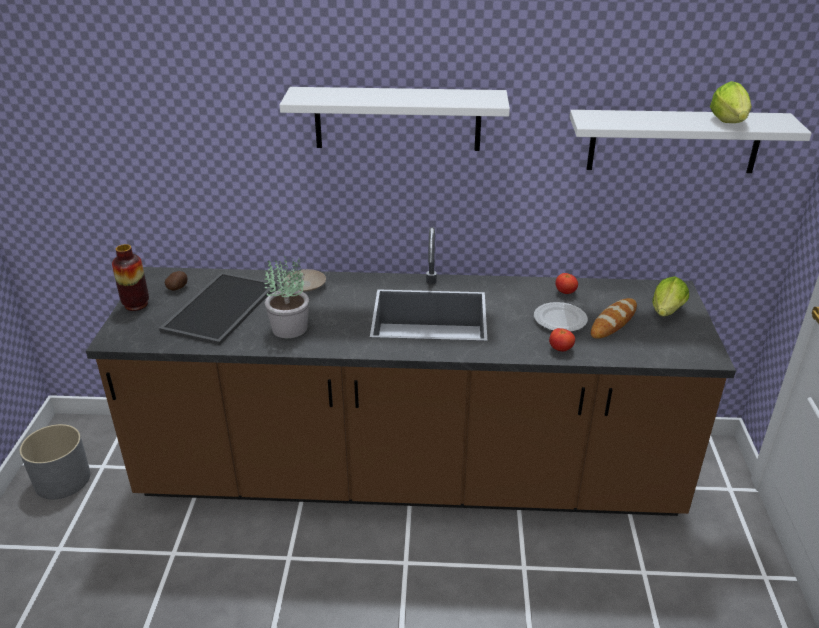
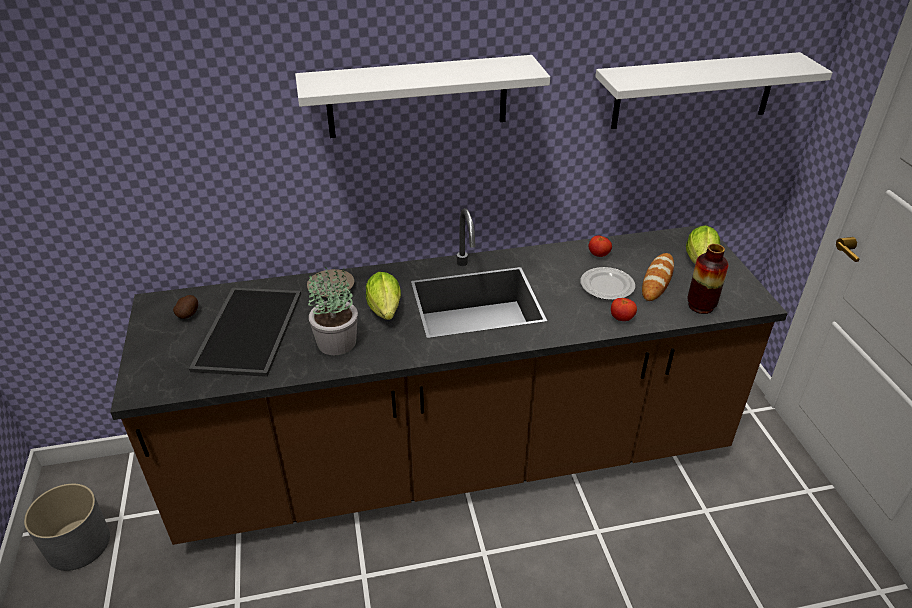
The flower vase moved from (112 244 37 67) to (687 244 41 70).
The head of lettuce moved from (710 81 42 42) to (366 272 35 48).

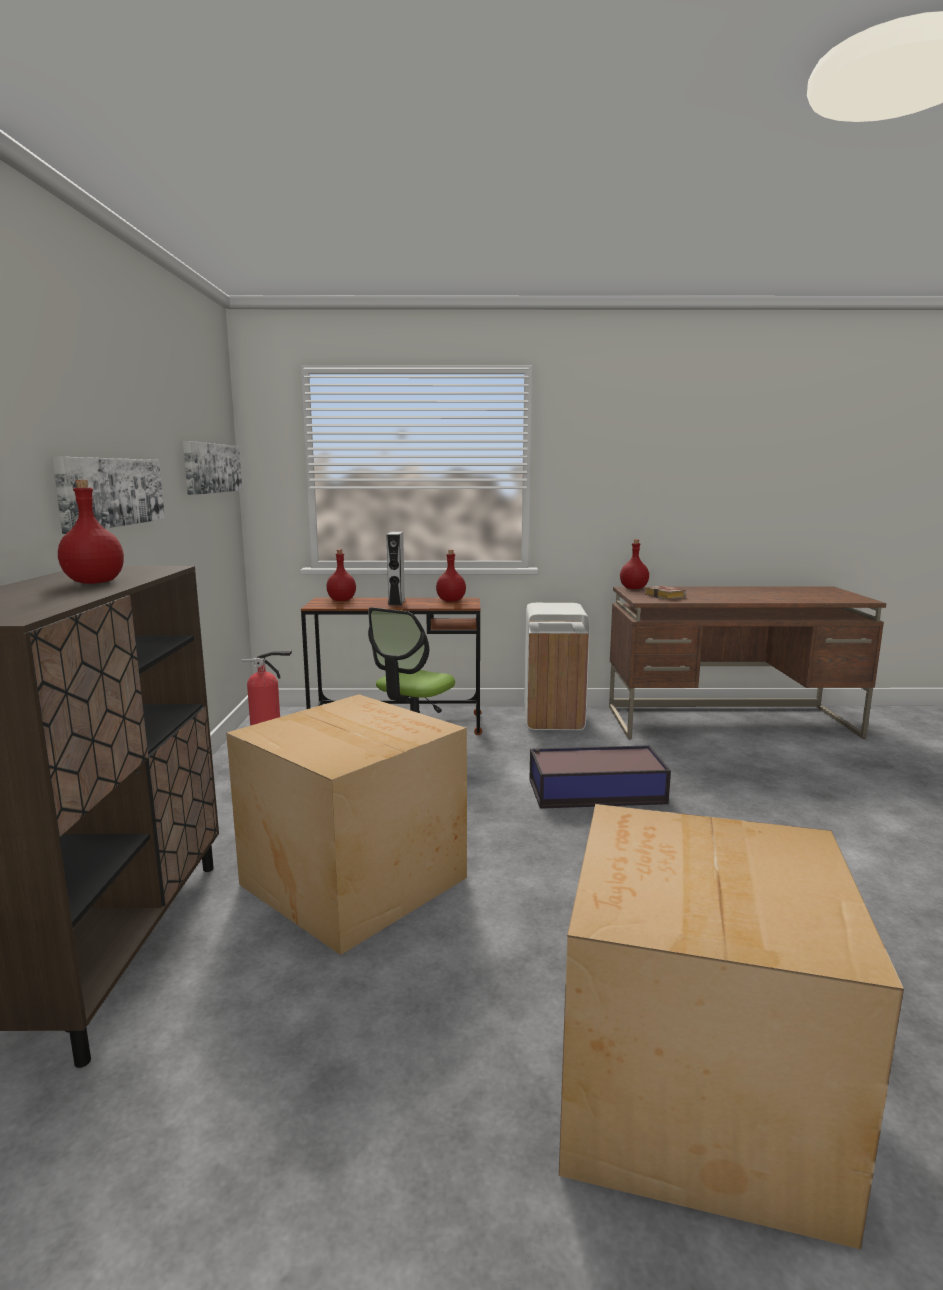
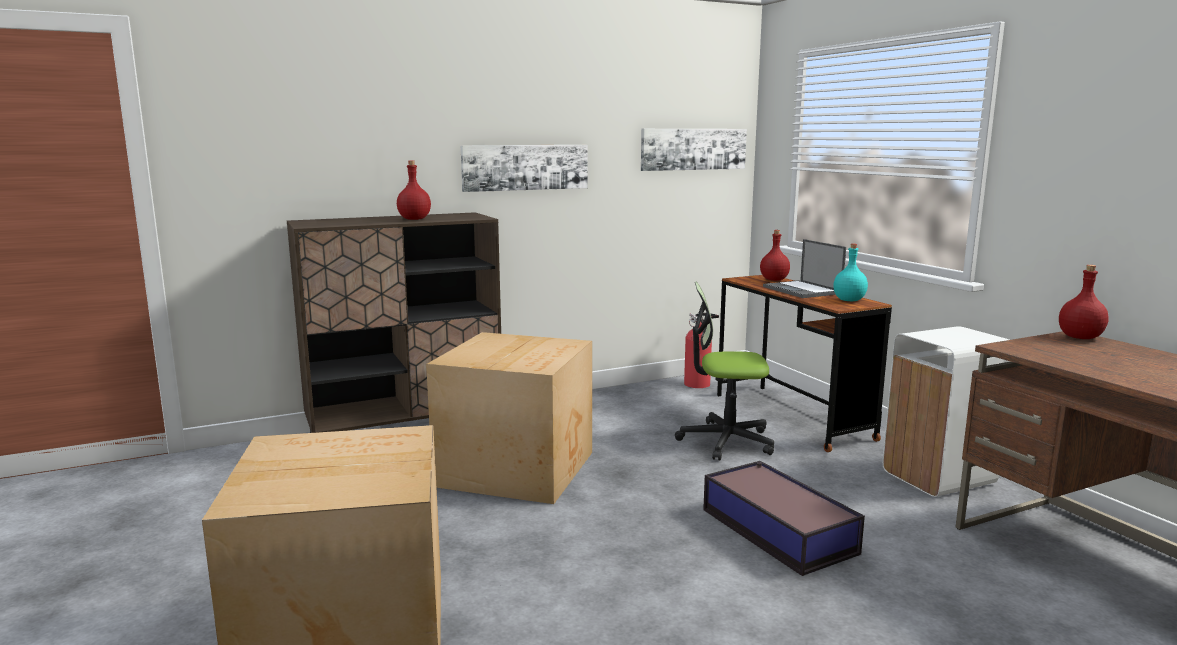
The bound book at (645 586 41 13) disappeared.
The gray speaker at (386 532 19 73) was replaced by the notebook computer at (763 239 83 59).
The reddish drink bottle at (436 550 30 52) became the turquoise-coloured drink bottle at (833 244 35 57).

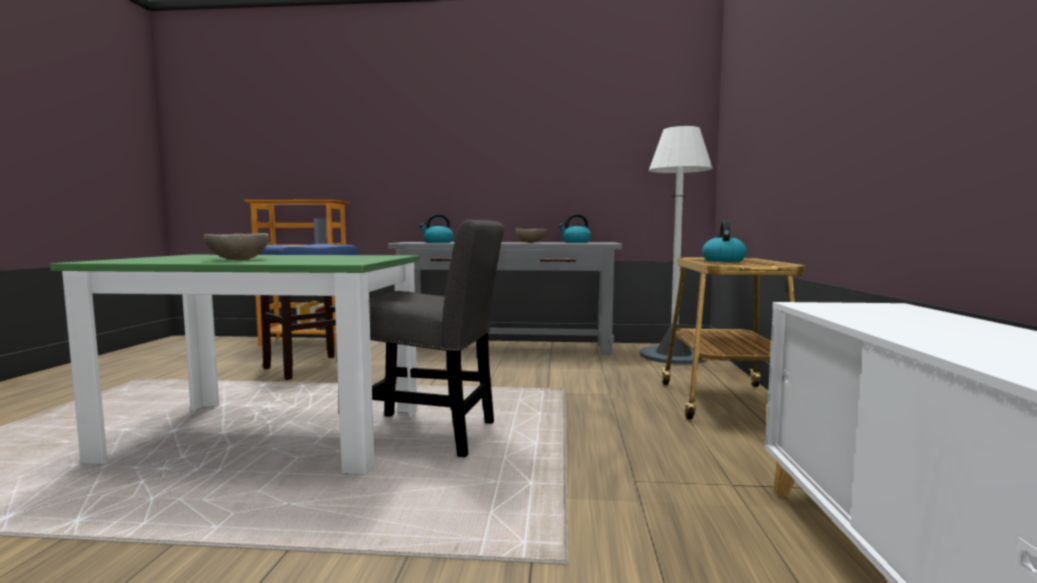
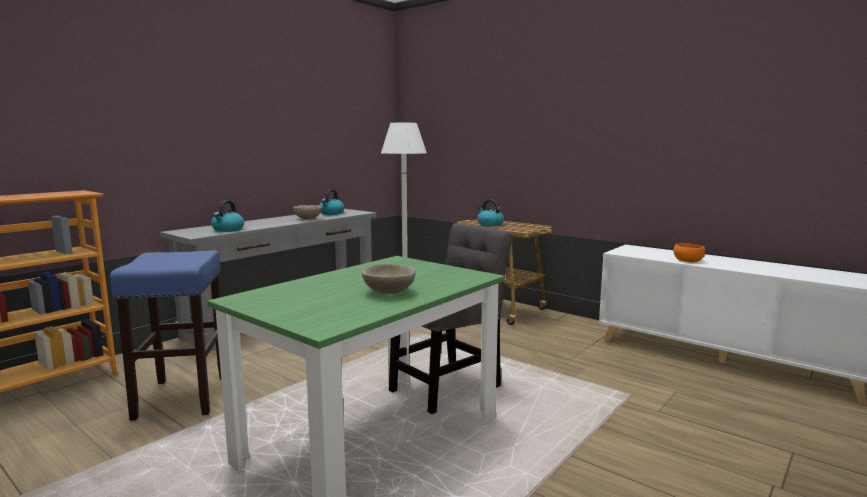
The orange-coloured serving bowl at (673 243 32 20) appeared.

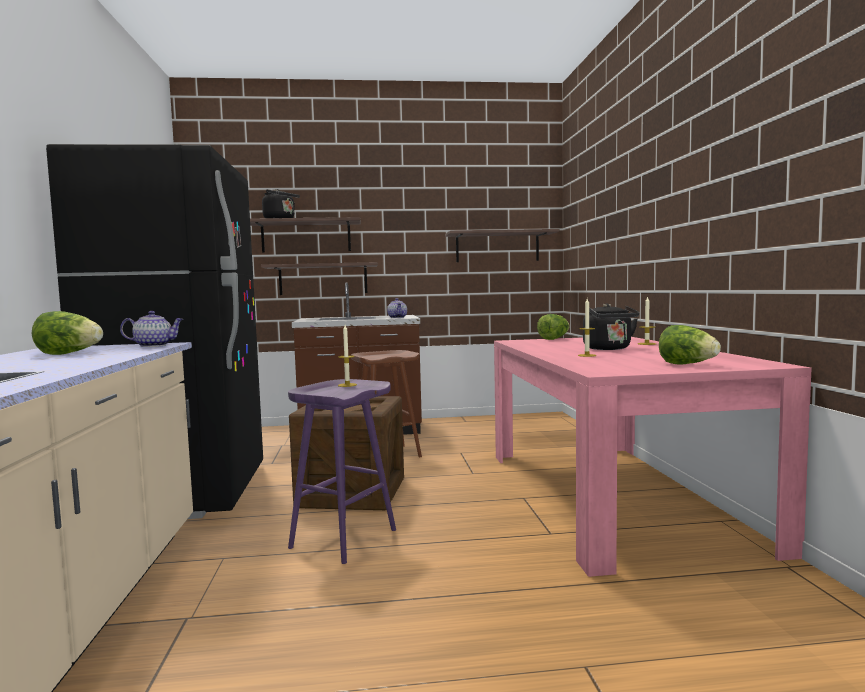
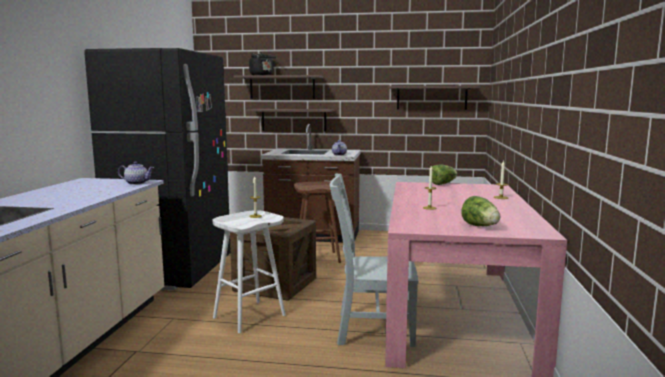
The head of lettuce at (32 311 71 44) disappeared.
The black-coloured water kettle at (583 303 57 47) disappeared.
The gray chair at (329 174 90 173) appeared.
The purple sitting stool at (288 379 108 185) became the whitish sitting stool at (213 210 73 123).

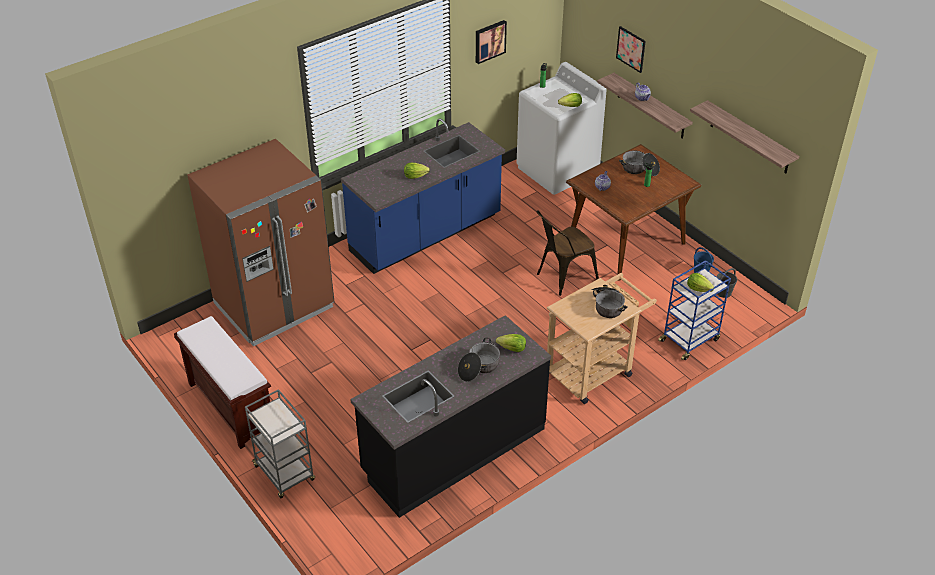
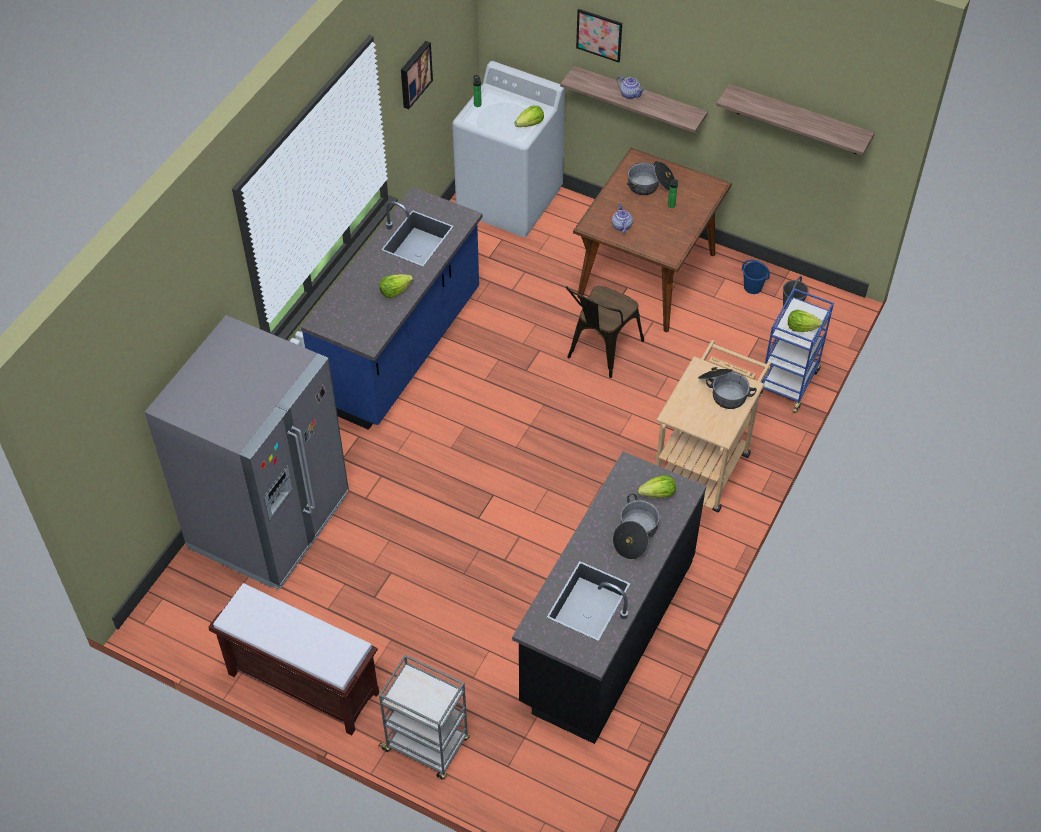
The brownish fridge at (187 139 147 208) became the gray fridge at (145 315 204 275).

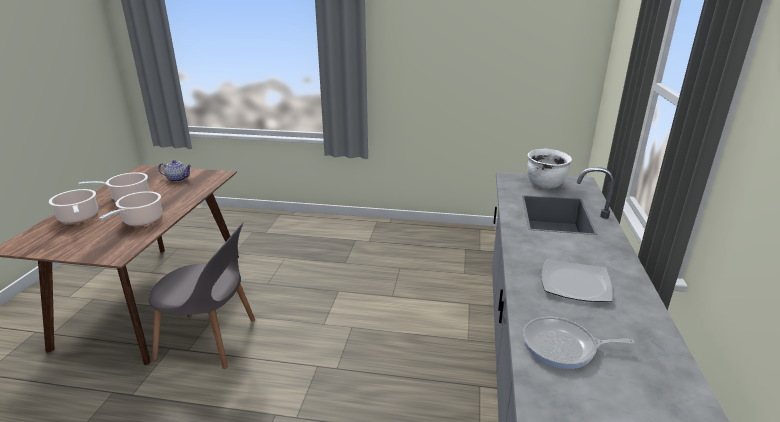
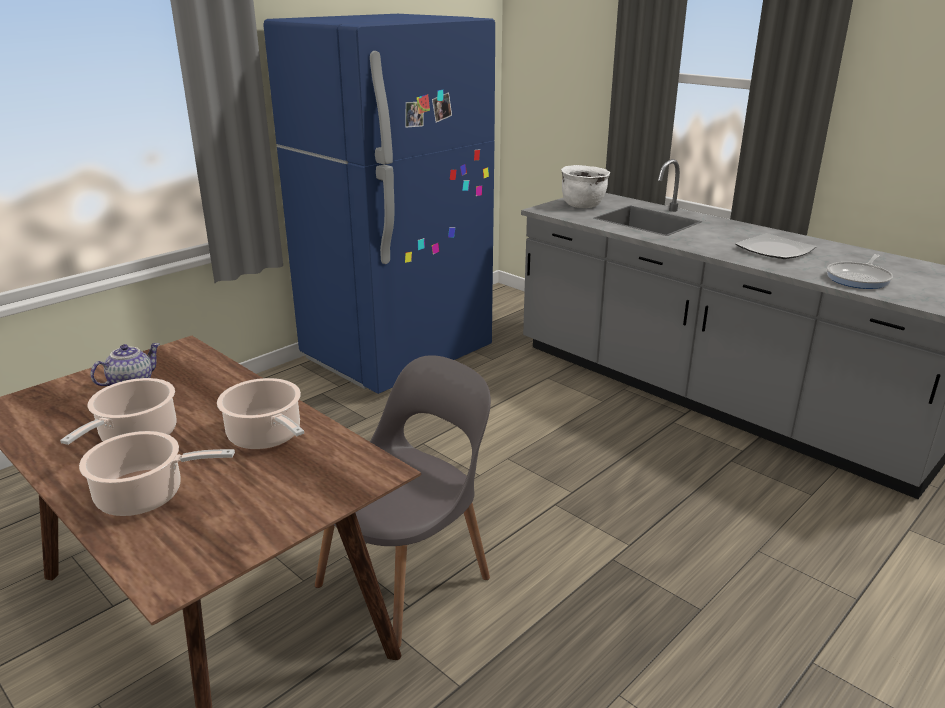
The bluish fridge at (263 14 232 380) appeared.

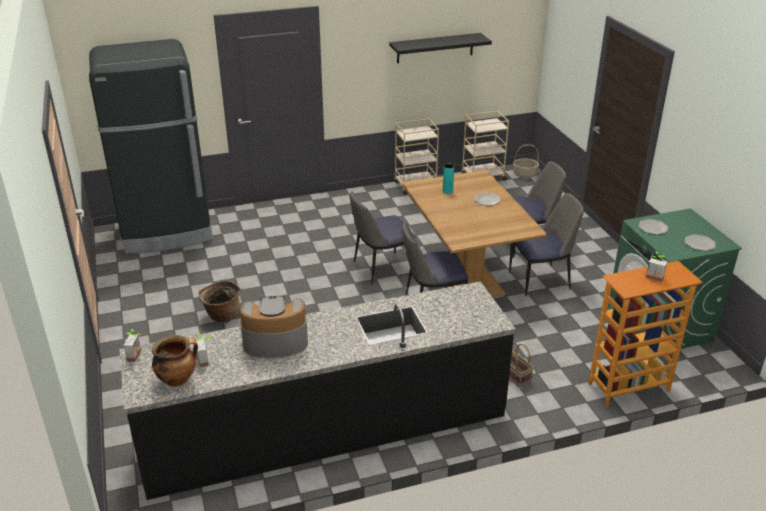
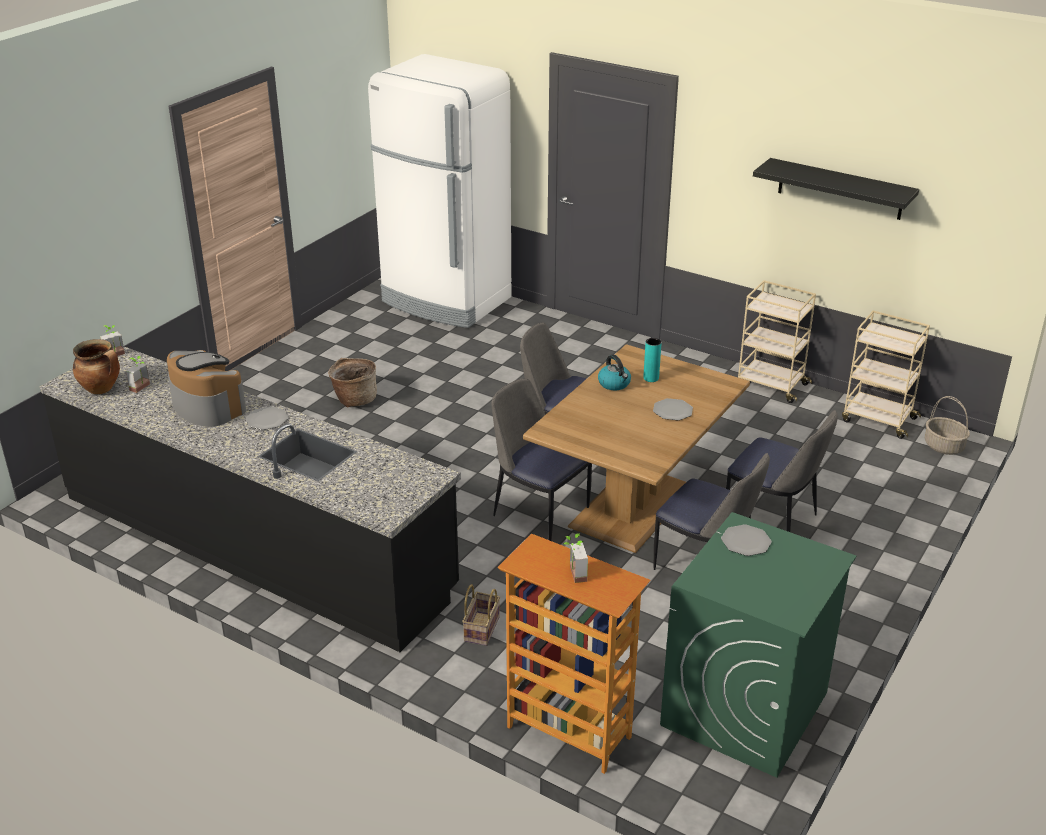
The water kettle at (598 355 33 35) appeared.
The flat dish moved from (685 234 31 17) to (246 407 42 23).
The black-coloured fridge at (89 39 124 214) became the whitish fridge at (368 54 143 274).

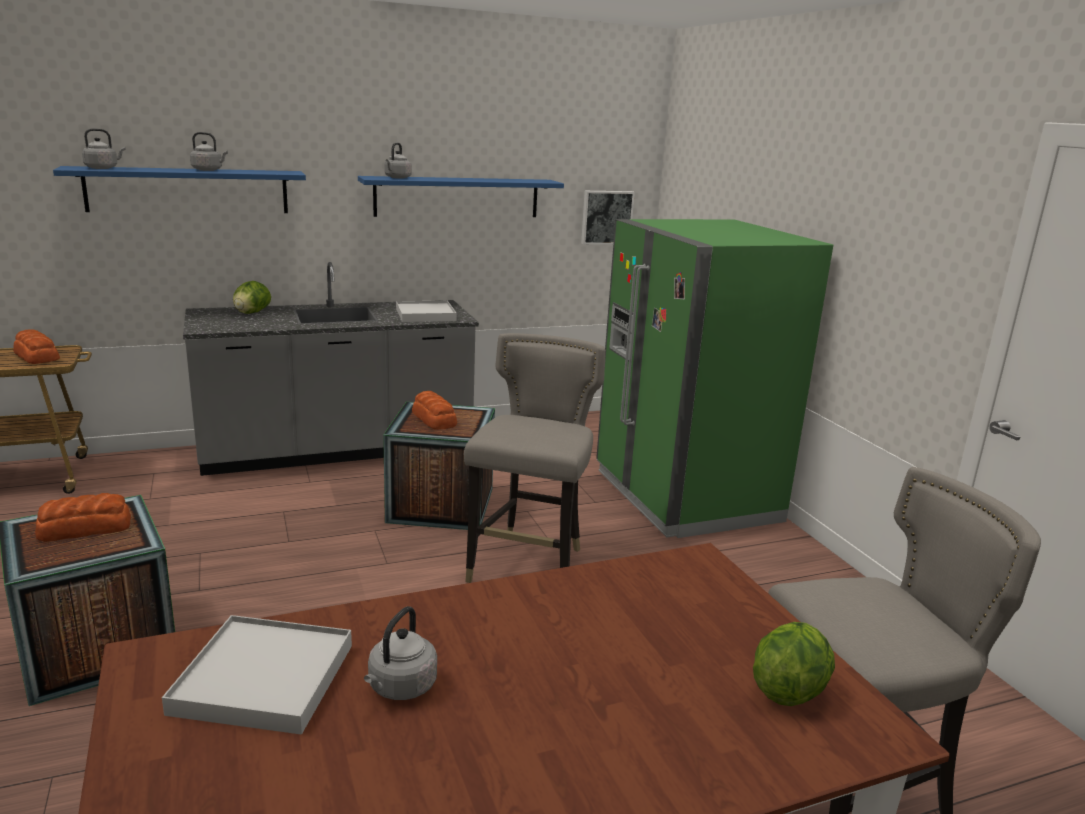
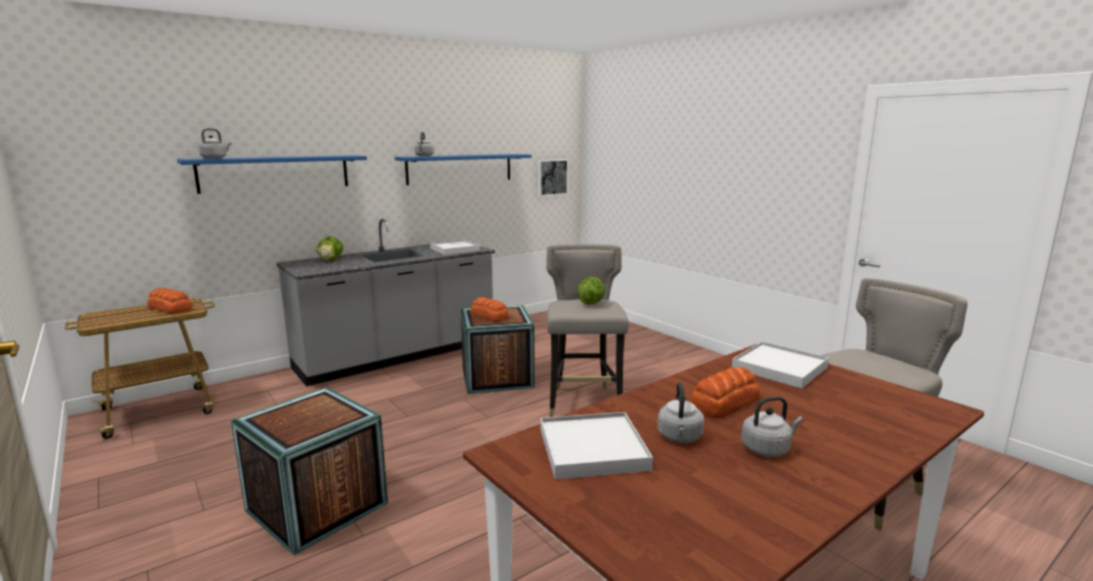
The green fridge at (596 219 237 319) disappeared.
The whitish tray at (732 341 97 48) appeared.
The bakery bread moved from (35 493 96 49) to (690 367 70 51).
The gray water kettle moved from (190 132 38 39) to (741 396 62 61).
The head of lettuce moved from (753 622 82 84) to (578 277 27 28).

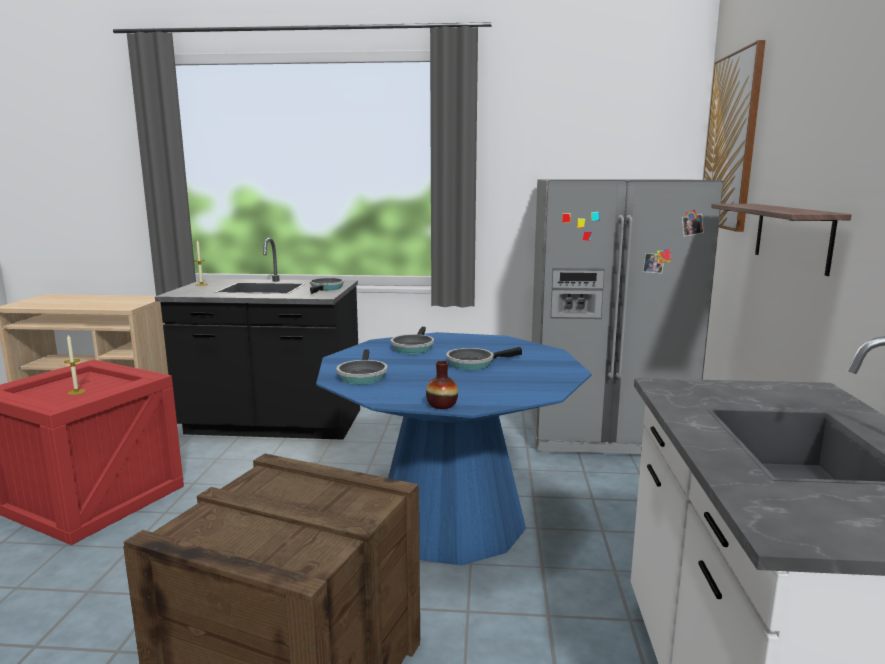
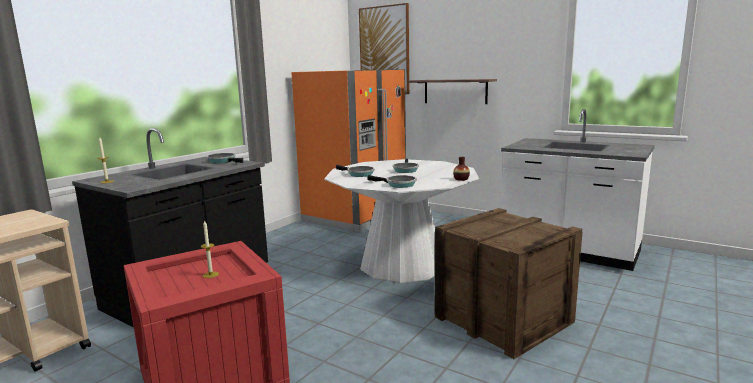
The bluish dinner table at (316 332 276 233) became the whitish dinner table at (324 159 155 124).
The gray fridge at (530 179 193 275) became the orange-coloured fridge at (291 69 115 163).

